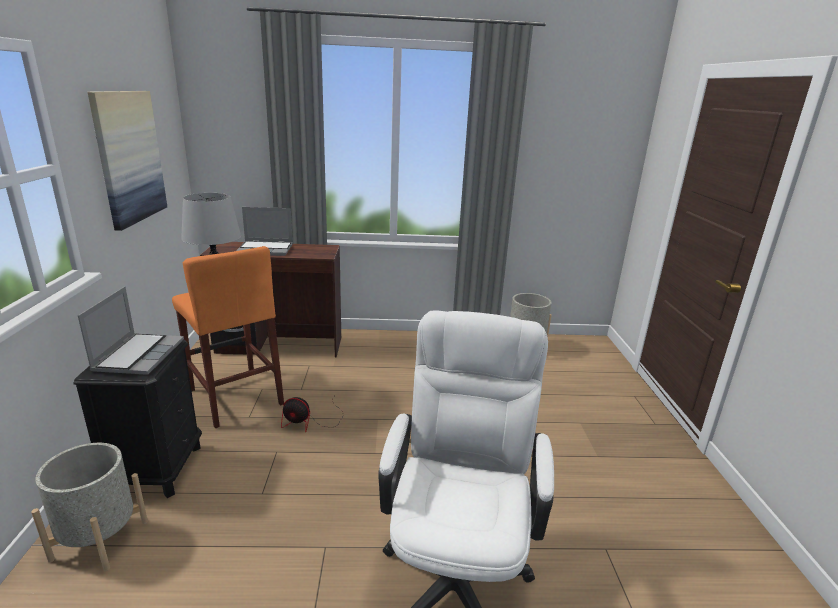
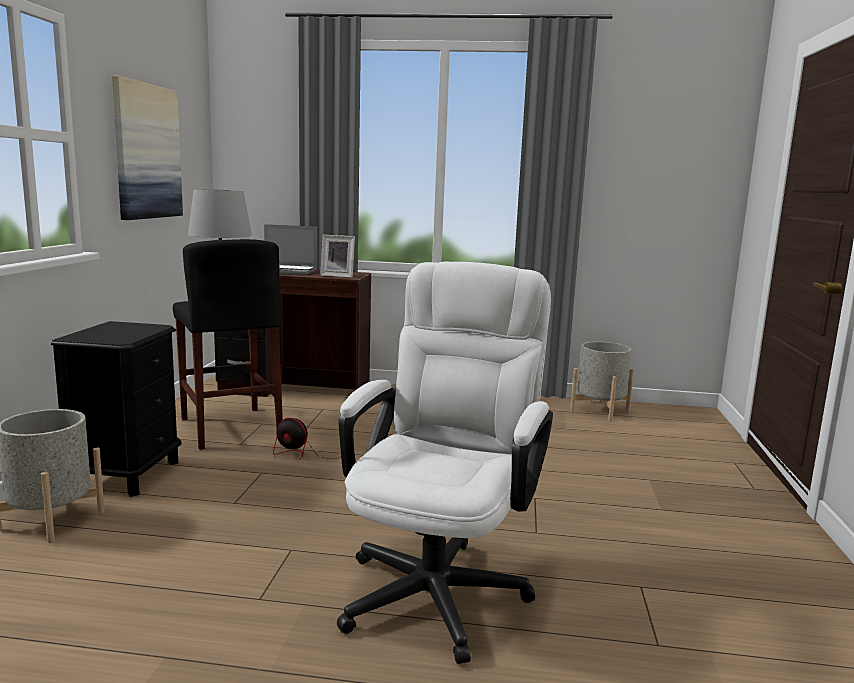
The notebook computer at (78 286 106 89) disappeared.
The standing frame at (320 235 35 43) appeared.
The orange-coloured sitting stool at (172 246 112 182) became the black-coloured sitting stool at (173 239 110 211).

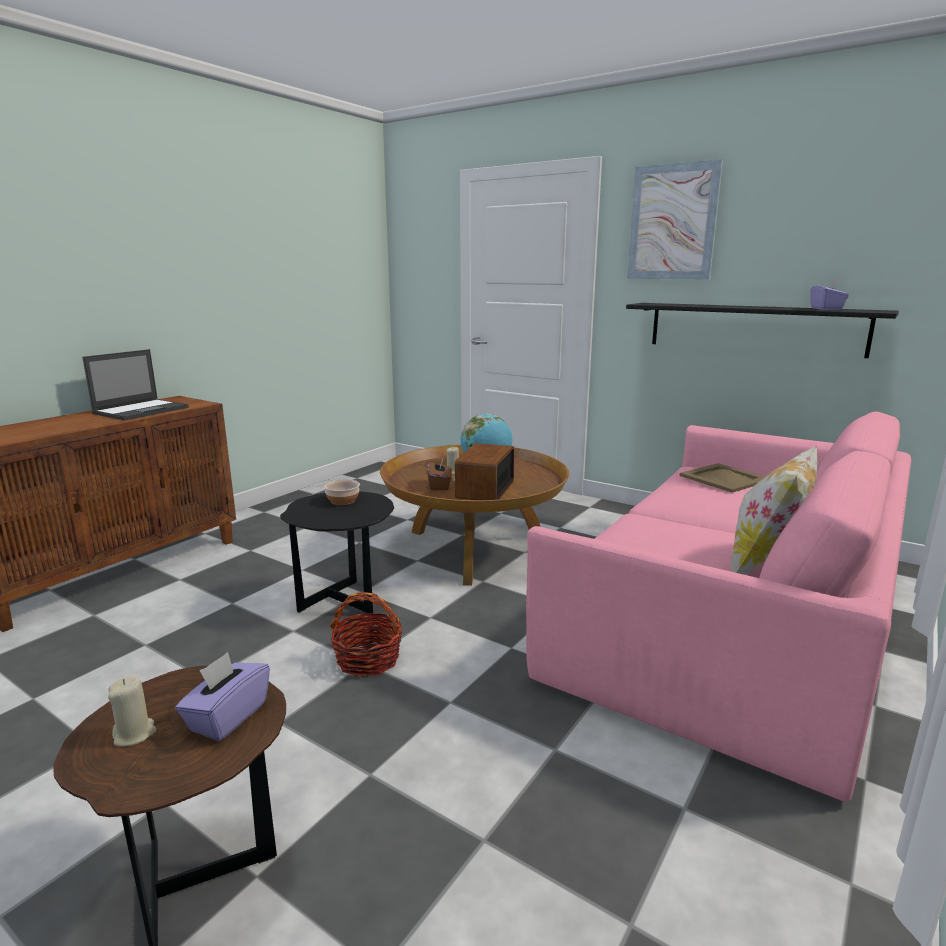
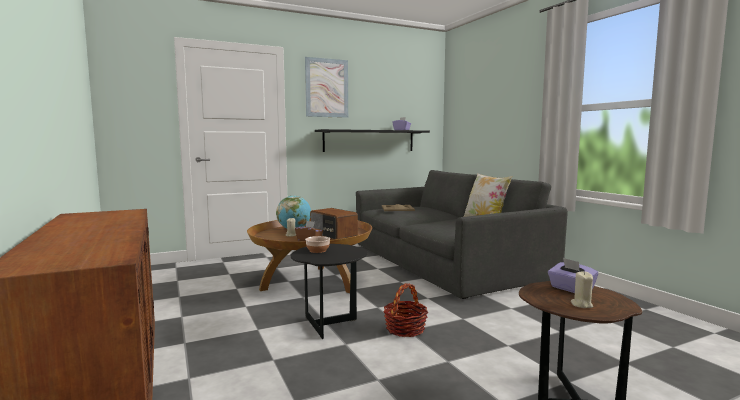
The notebook computer at (82 349 107 71) disappeared.
The pink couch at (526 412 386 390) became the gray couch at (356 170 212 129).

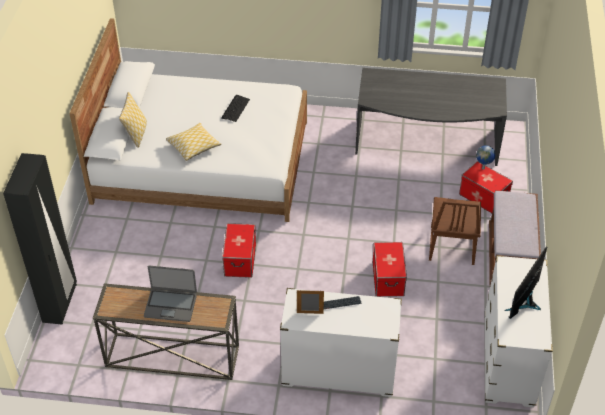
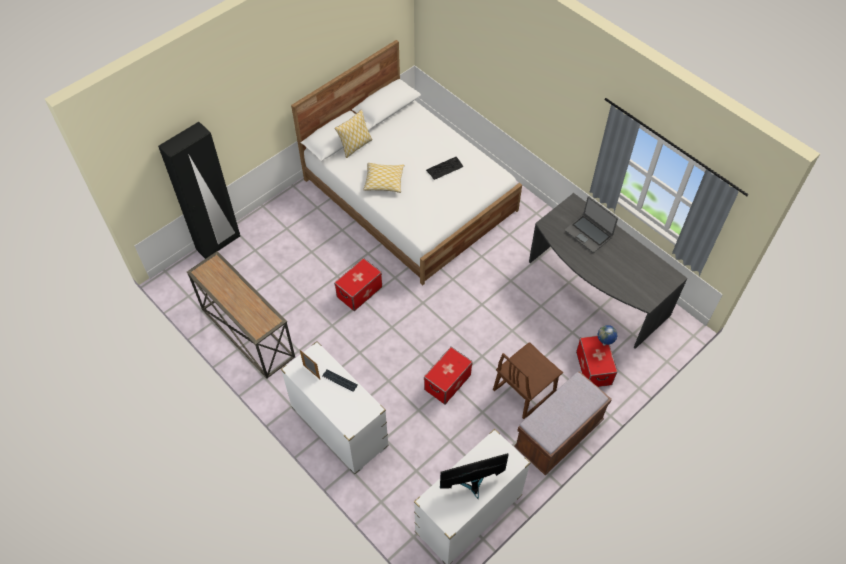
The notebook computer moved from (144 266 53 56) to (565 196 53 57).

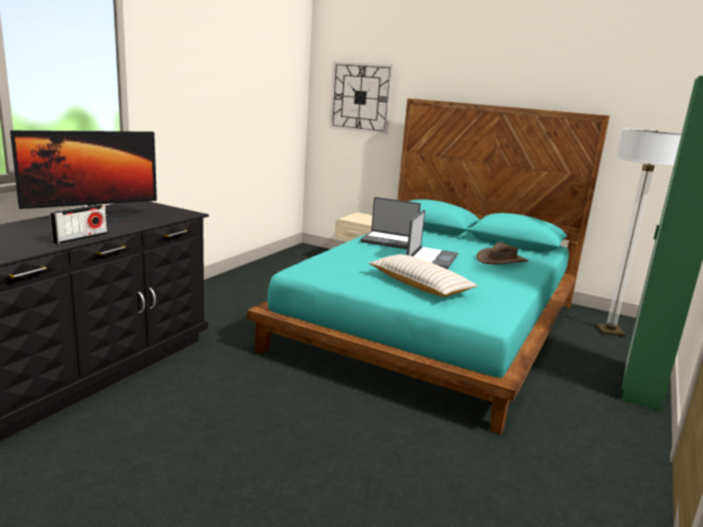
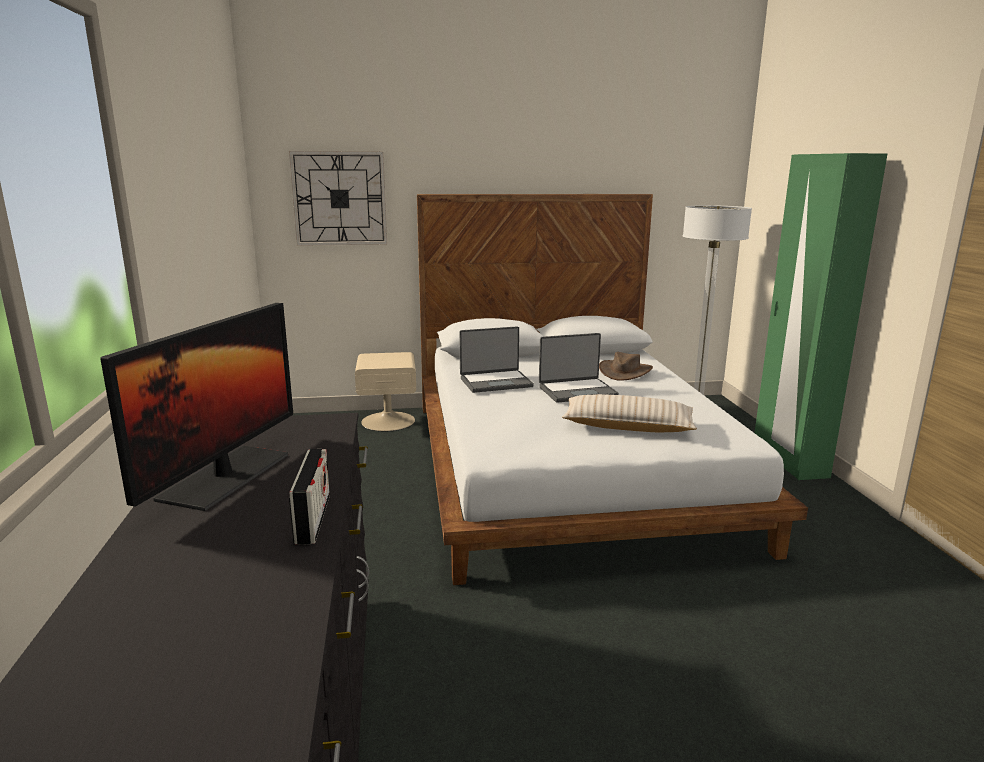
The turquoise-coloured sleeping bed at (247 98 363 337) became the whitish sleeping bed at (417 194 391 391).
The notebook computer at (407 210 51 59) turned 90 degrees clockwise.

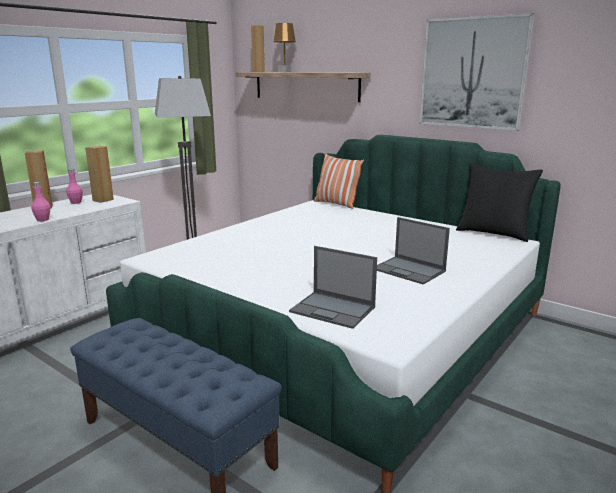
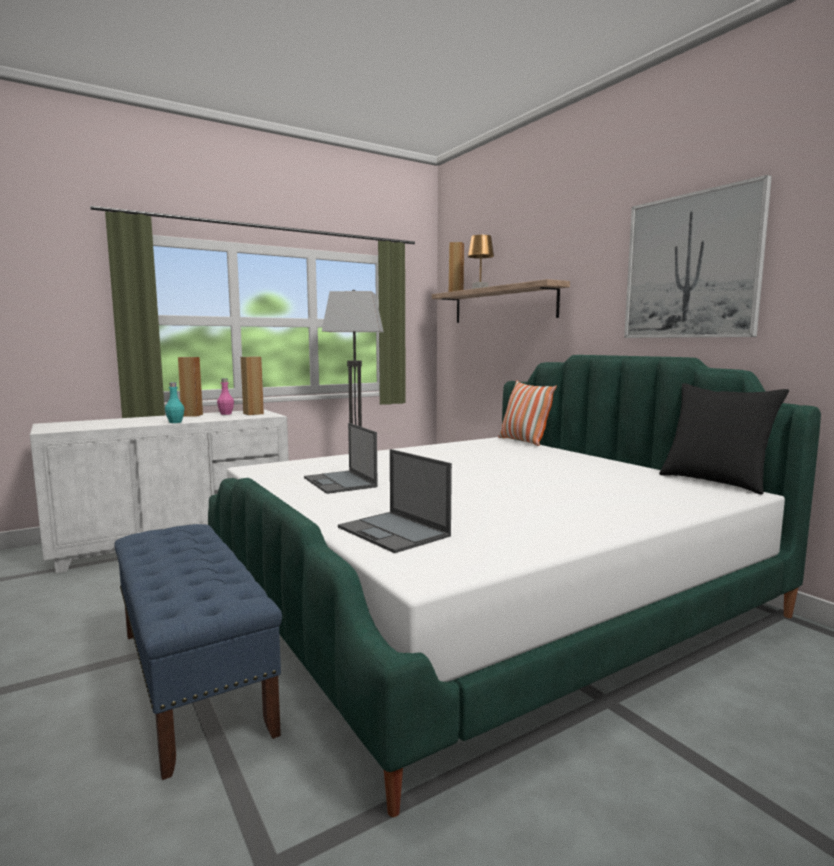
The notebook computer moved from (377 217 73 68) to (304 423 74 71).
The pink drink bottle at (31 182 19 39) became the turquoise-coloured drink bottle at (165 383 19 40).

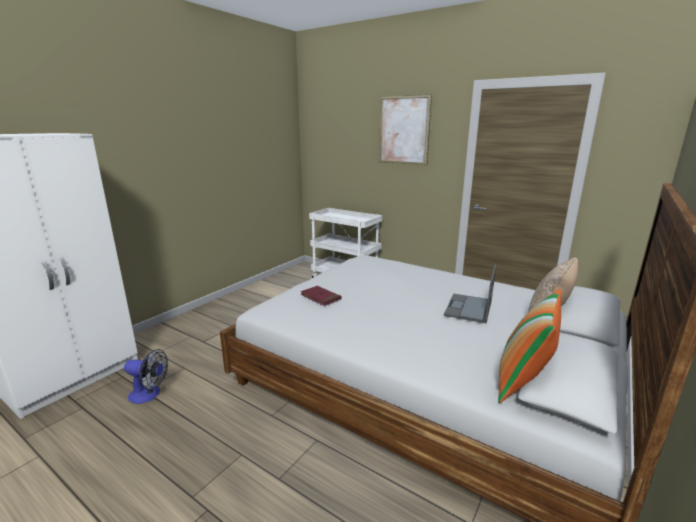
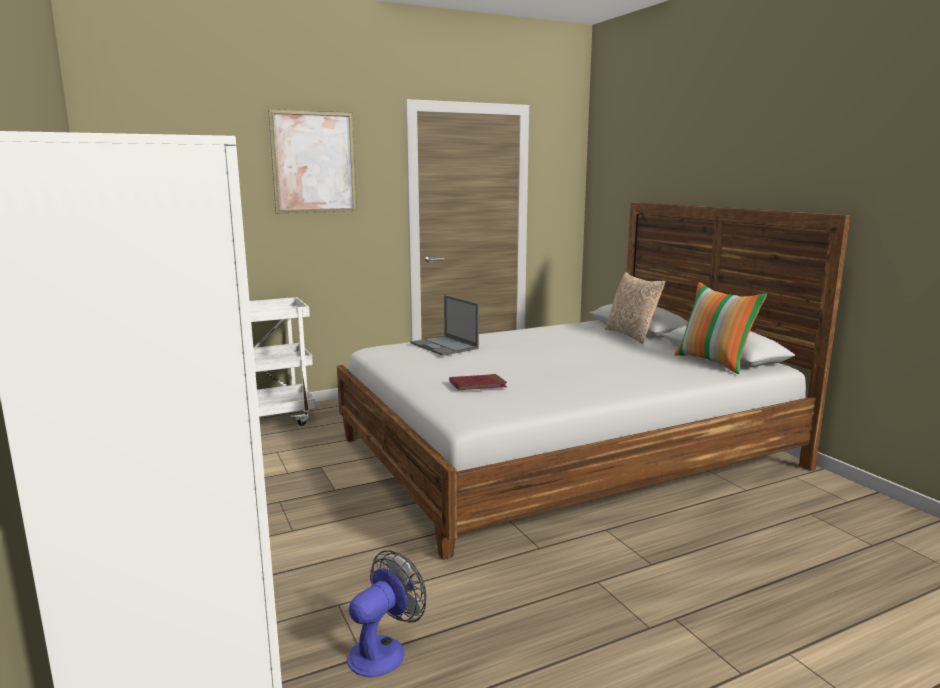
The notebook computer moved from (444 264 52 59) to (411 295 68 61).

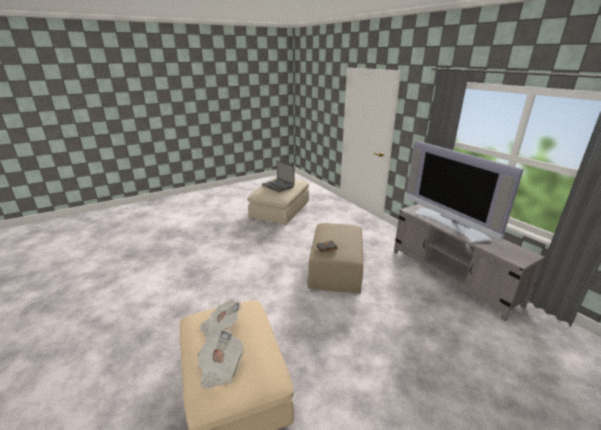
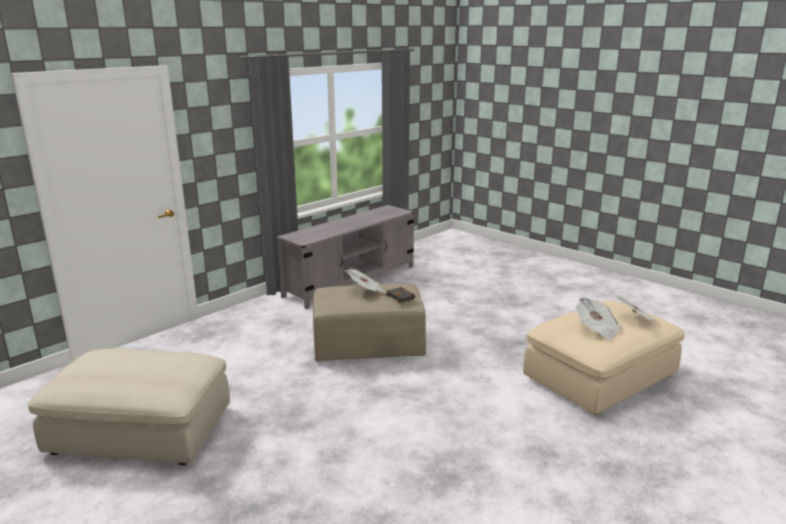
The notebook computer at (262 161 33 31) disappeared.
The television at (406 141 118 102) disappeared.
The printed paper at (345 269 42 24) appeared.

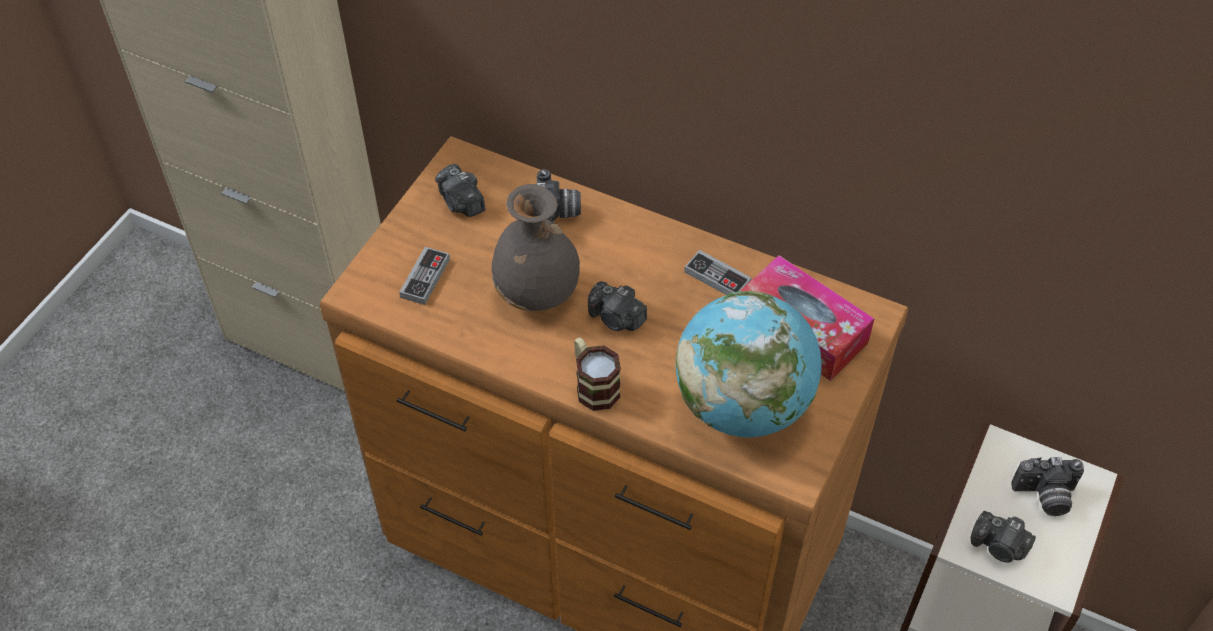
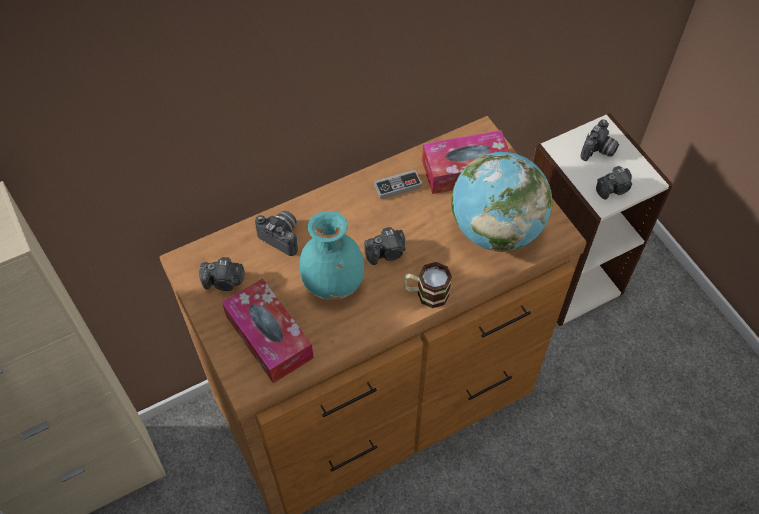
The game controller at (399 247 51 58) was replaced by the tissue holder at (222 278 92 105).
The gray flower vase at (491 184 89 127) became the turquoise-coloured flower vase at (300 211 64 90).

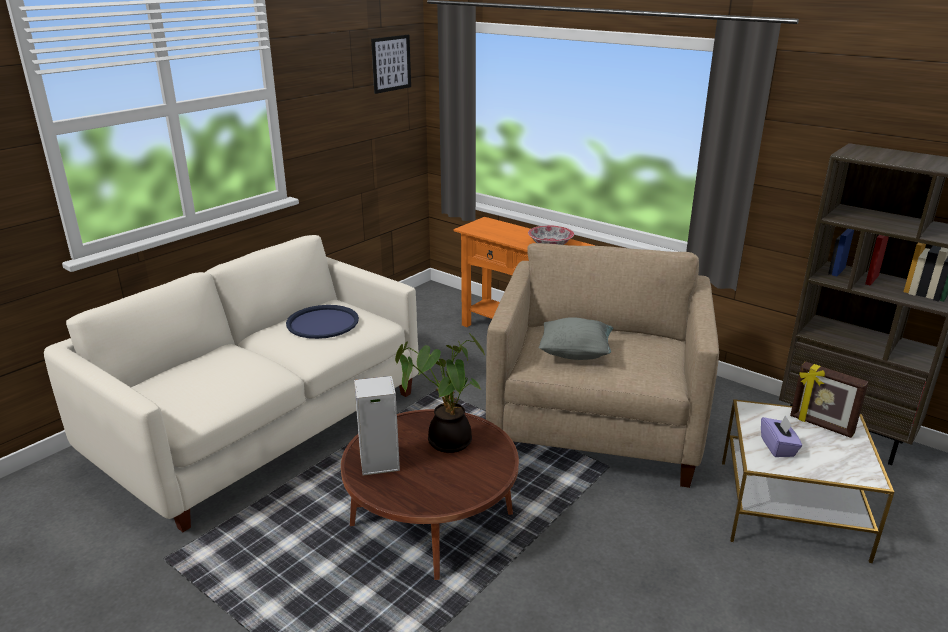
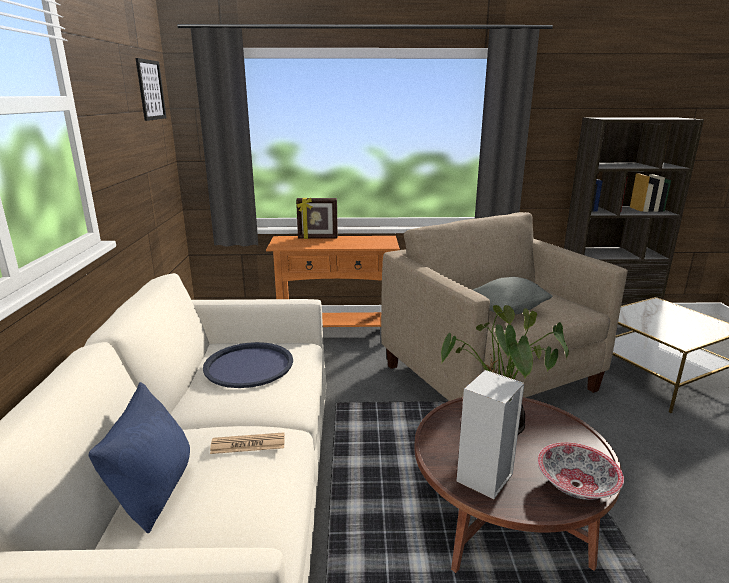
The purple tissue holder at (761 415 41 42) disappeared.
The bluish throw pillow at (89 382 101 151) appeared.
The printed paper at (210 432 75 22) appeared.
The serving bowl moved from (528 225 46 20) to (537 442 87 58).
The standing frame moved from (790 361 78 77) to (296 198 42 41).

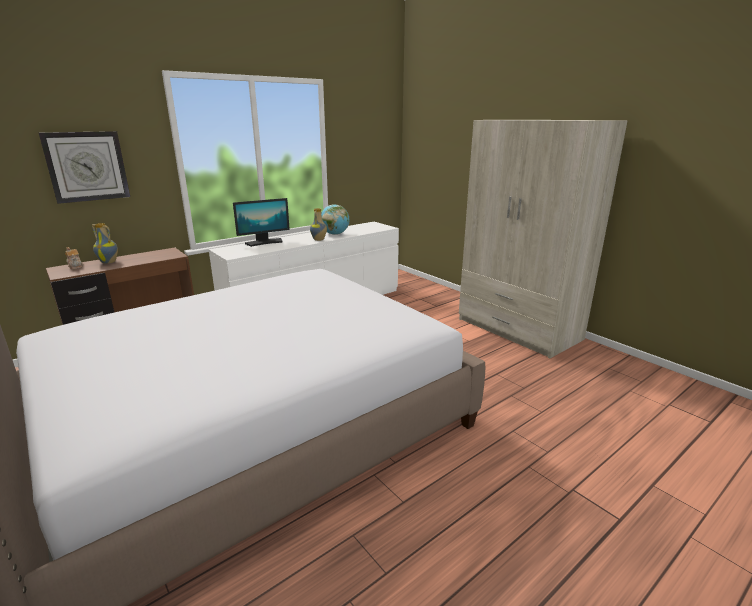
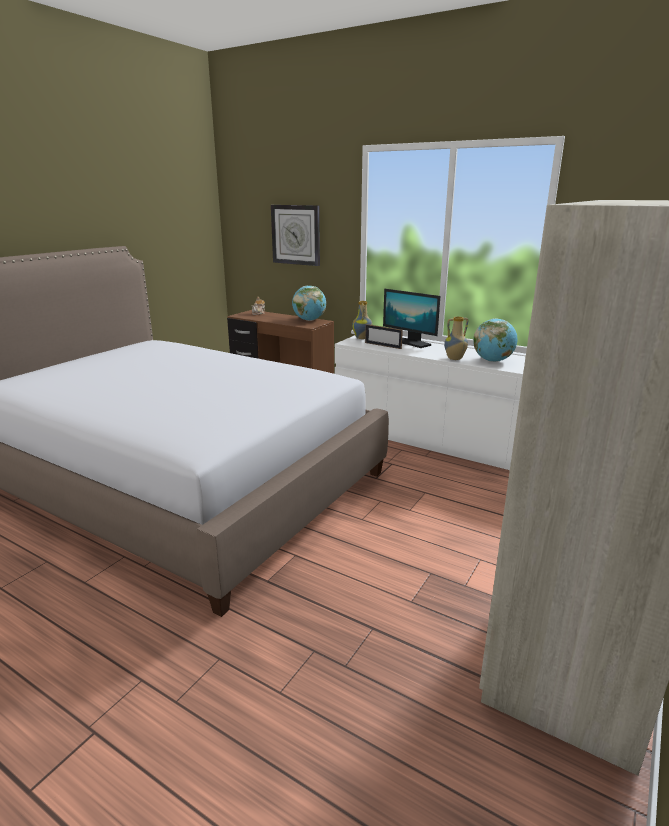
The globe at (292 286 34 35) appeared.
The standing frame at (365 324 38 25) appeared.
The flower vase moved from (92 223 26 41) to (352 301 20 38).

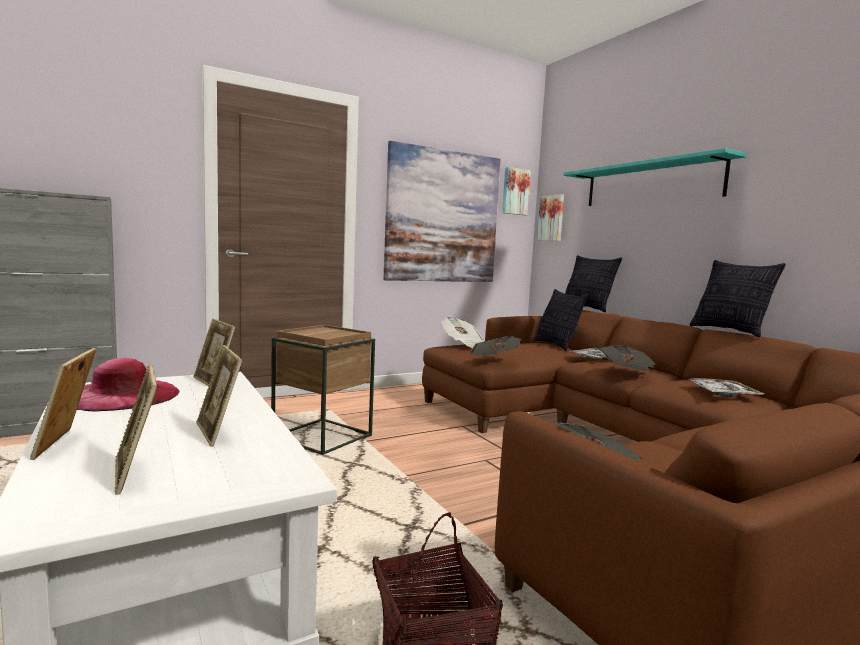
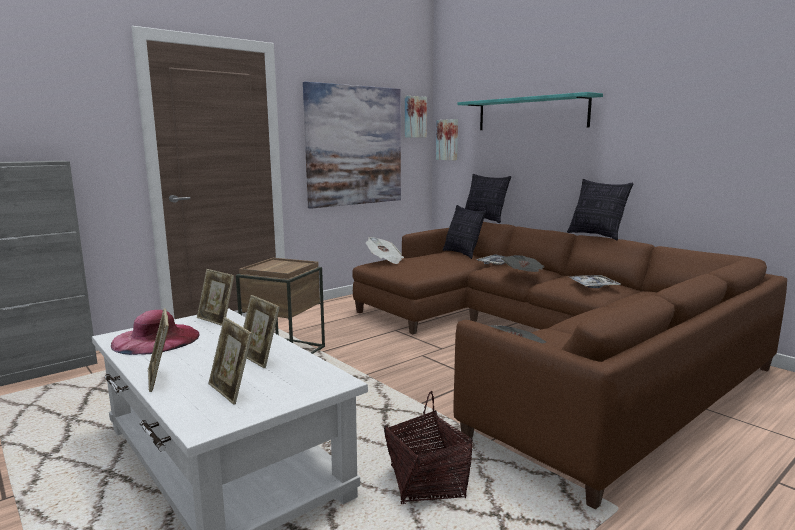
The printed paper at (470 336 51 20) disappeared.

